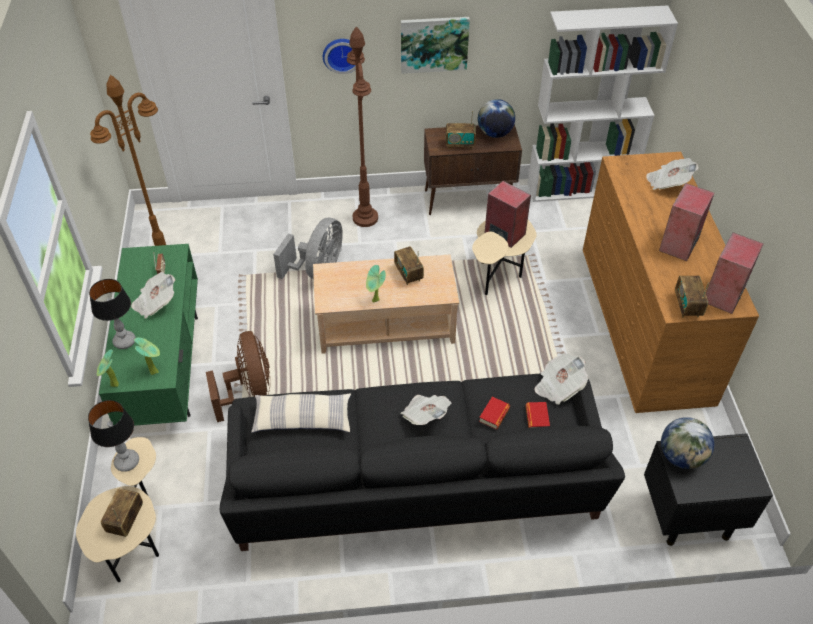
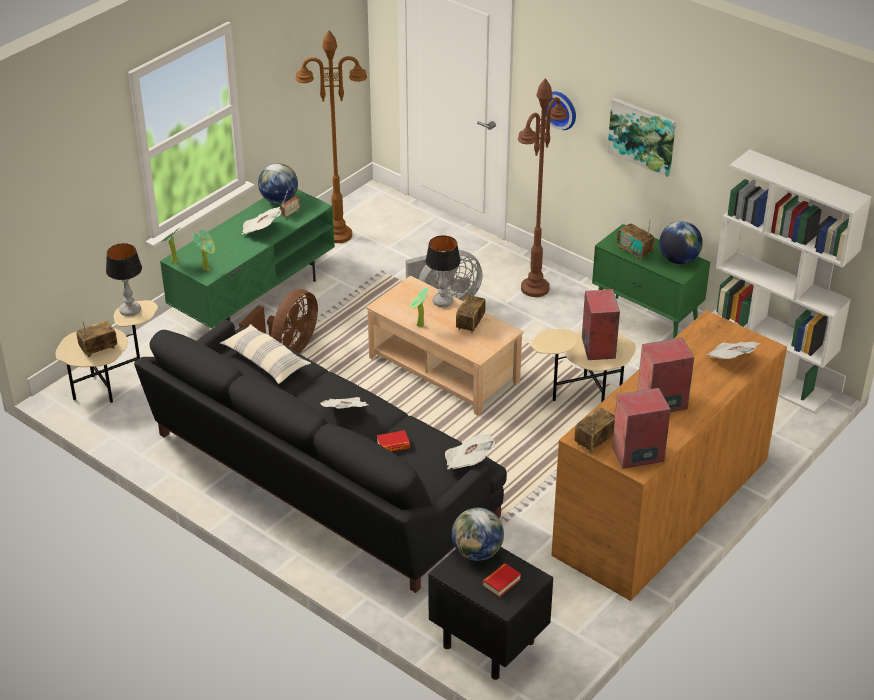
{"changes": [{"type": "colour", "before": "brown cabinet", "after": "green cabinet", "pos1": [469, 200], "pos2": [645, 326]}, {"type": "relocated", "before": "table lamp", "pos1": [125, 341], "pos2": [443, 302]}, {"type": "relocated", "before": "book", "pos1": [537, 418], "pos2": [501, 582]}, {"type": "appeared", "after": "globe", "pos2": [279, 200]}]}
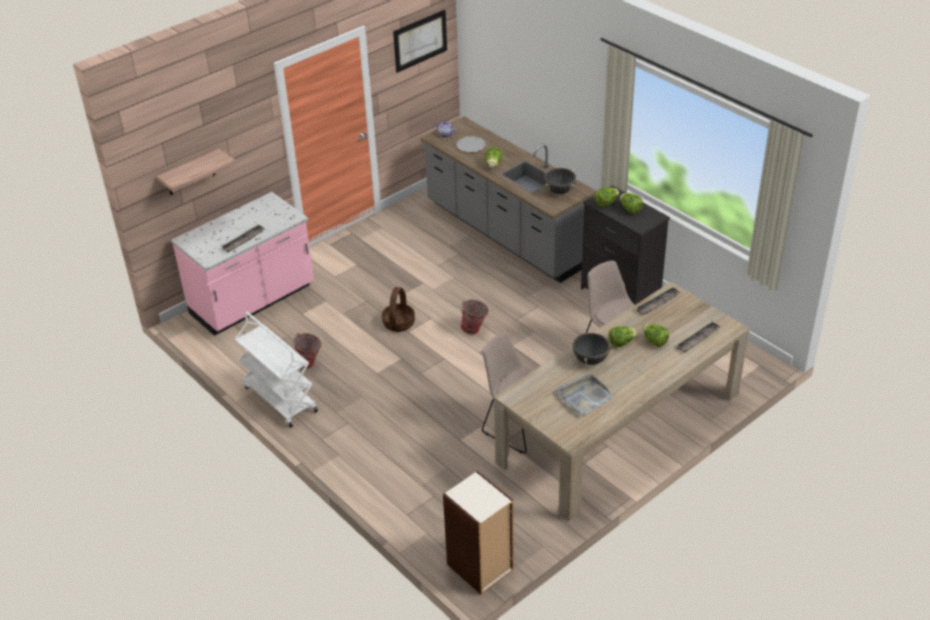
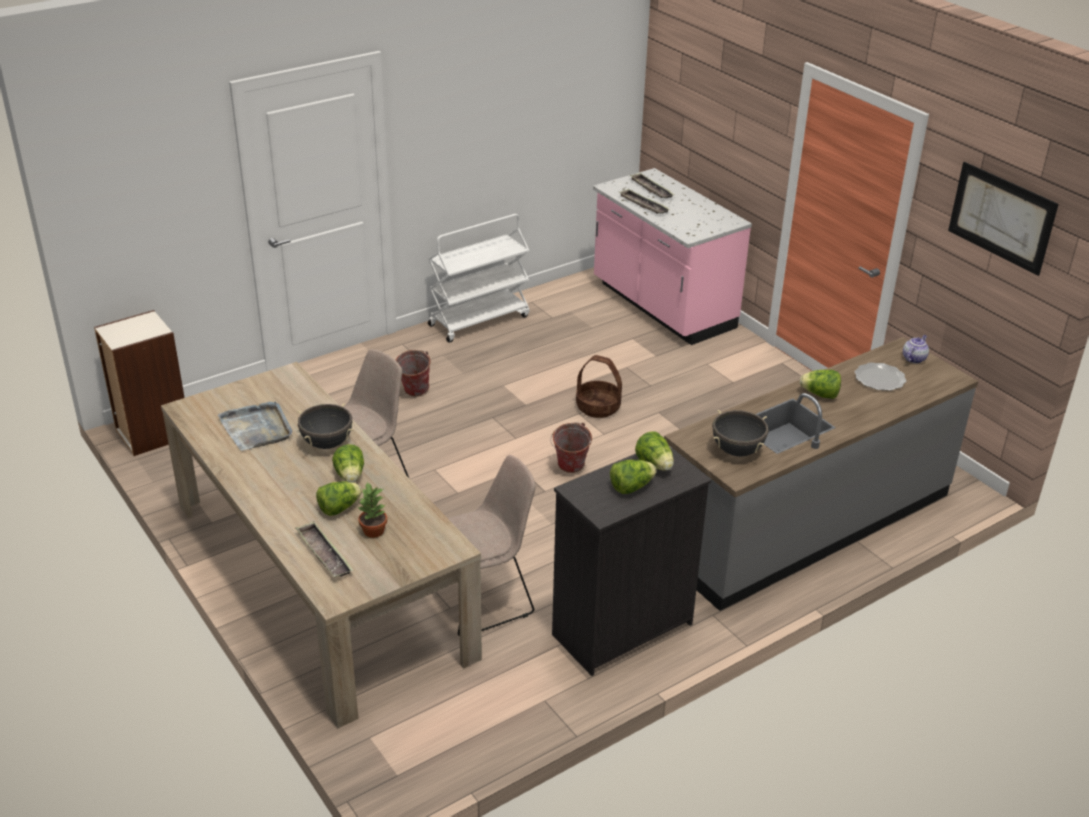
{"changes": [{"type": "missing", "before": "shelf", "pos1": [190, 173]}, {"type": "relocated", "before": "tray", "pos1": [657, 303], "pos2": [651, 189]}, {"type": "relocated", "before": "bucket", "pos1": [309, 364], "pos2": [413, 393]}, {"type": "appeared", "after": "potted plant", "pos2": [373, 531]}]}
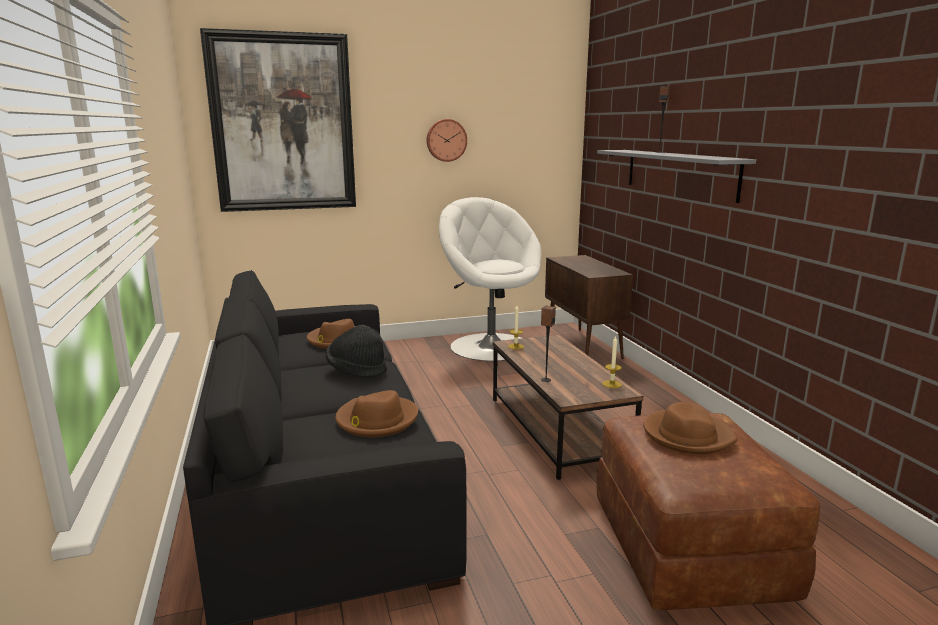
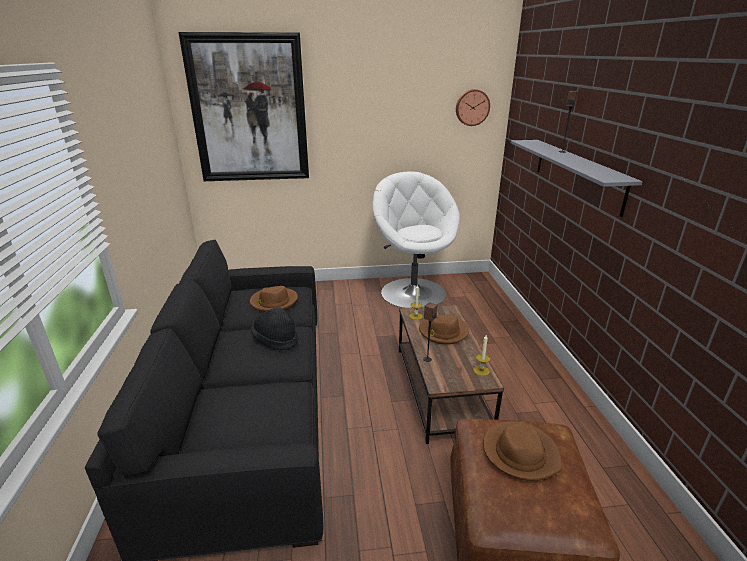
{"changes": [{"type": "relocated", "before": "wall clock", "pos1": [446, 140], "pos2": [472, 107]}, {"type": "missing", "before": "brown cabinet", "pos1": [583, 346]}, {"type": "relocated", "before": "brown hat", "pos1": [376, 420], "pos2": [443, 332]}]}
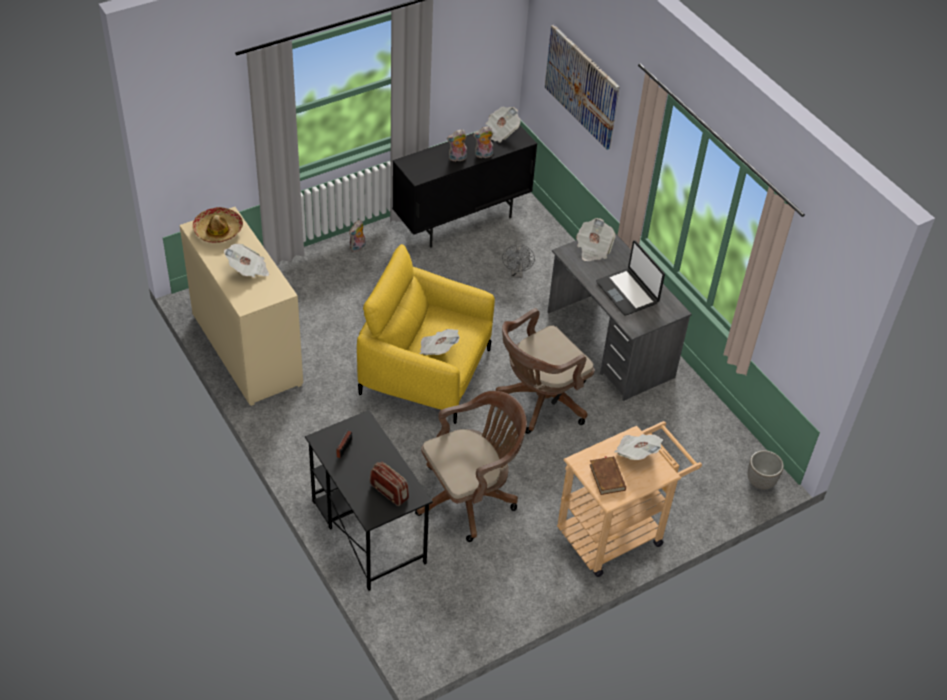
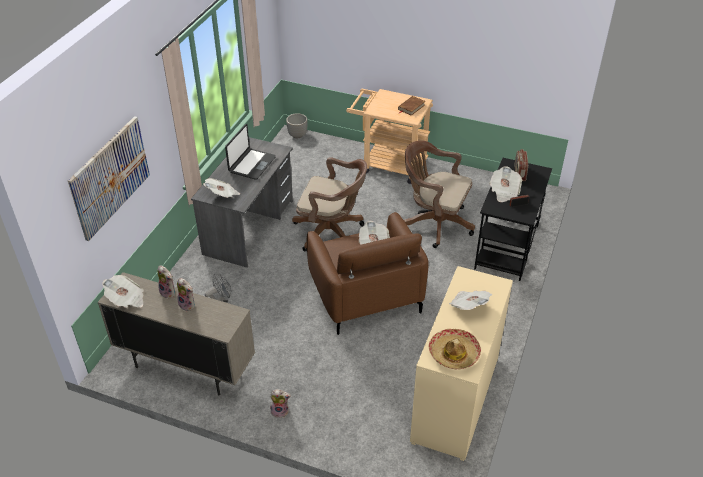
{"changes": [{"type": "colour", "before": "black cabinet", "after": "beige cabinet", "pos1": [462, 221], "pos2": [186, 367]}, {"type": "colour", "before": "yellow armchair", "after": "brown armchair", "pos1": [426, 372], "pos2": [365, 293]}, {"type": "relocated", "before": "newspaper", "pos1": [636, 453], "pos2": [504, 192]}]}
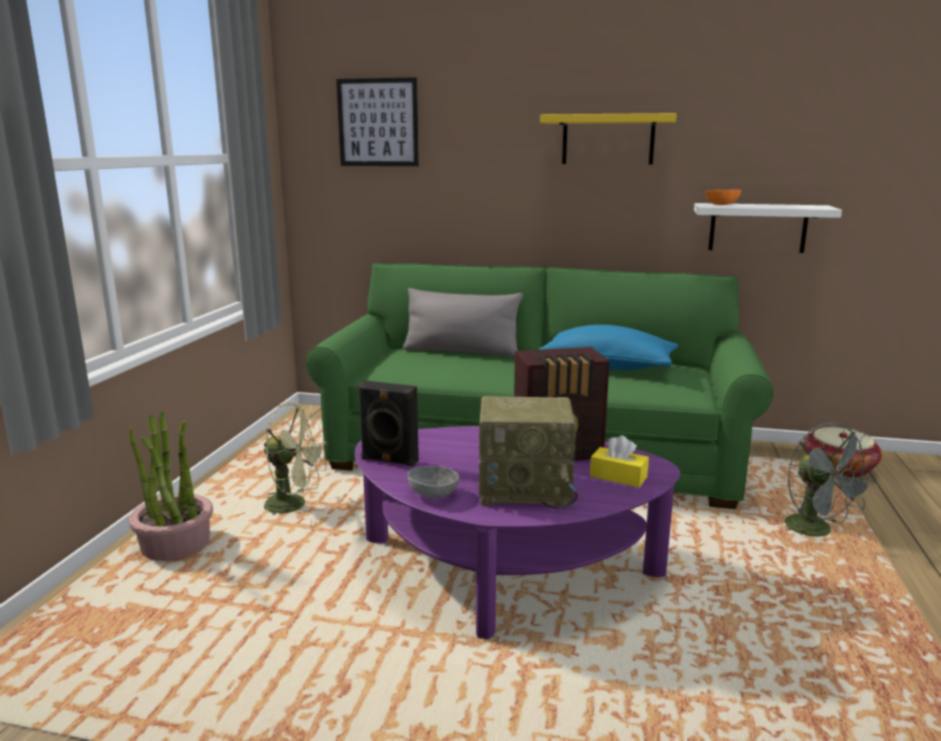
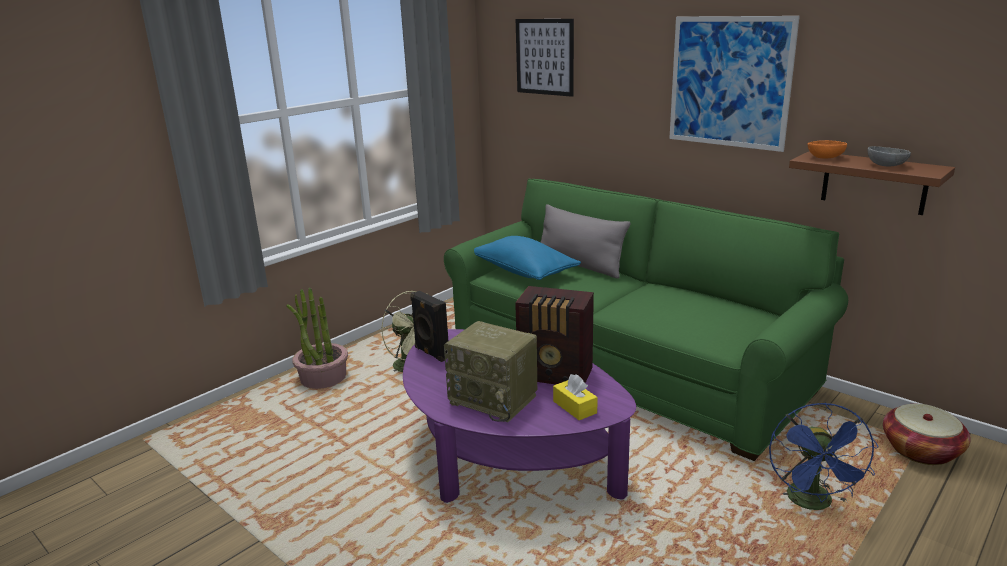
{"changes": [{"type": "exchanged", "before": "yellow shelf", "after": "picture", "pos1": [608, 140], "pos2": [729, 82]}, {"type": "colour", "before": "white shelf", "after": "brown shelf", "pos1": [757, 228], "pos2": [874, 182]}, {"type": "relocated", "before": "blue pillow", "pos1": [608, 366], "pos2": [524, 272]}, {"type": "colour", "before": "grey fan", "after": "blue fan", "pos1": [817, 531], "pos2": [813, 504]}, {"type": "relocated", "before": "grey bowl", "pos1": [433, 494], "pos2": [886, 165]}]}
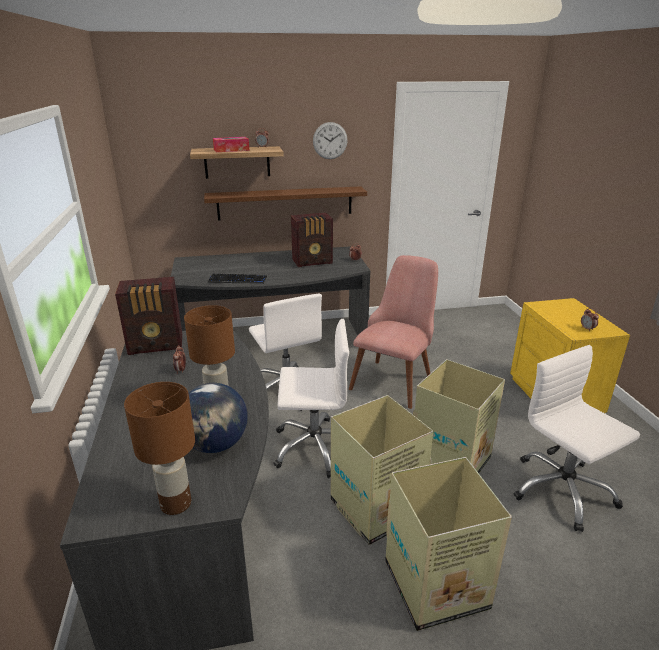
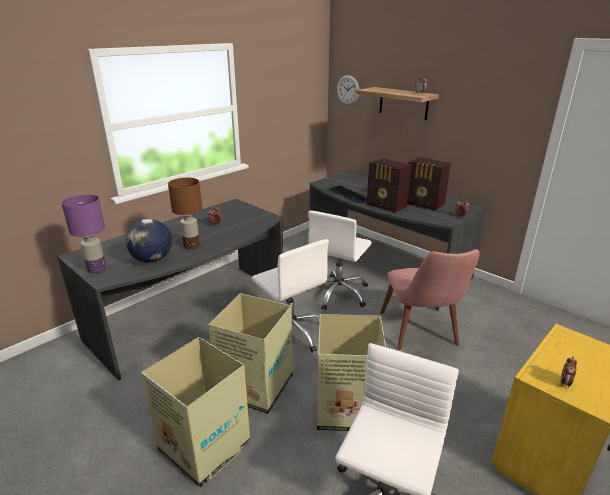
{"changes": [{"type": "relocated", "before": "wall clock", "pos1": [330, 140], "pos2": [348, 90]}, {"type": "missing", "before": "tissue box", "pos1": [231, 150]}, {"type": "missing", "before": "brown shelf", "pos1": [285, 203]}, {"type": "spun", "before": "pink chair", "pos1": [395, 377], "pos2": [422, 334], "turn": 90}, {"type": "relocated", "before": "radio", "pos1": [157, 345], "pos2": [386, 206]}, {"type": "colour", "before": "brown table lamp", "after": "purple table lamp", "pos1": [175, 504], "pos2": [96, 269]}]}
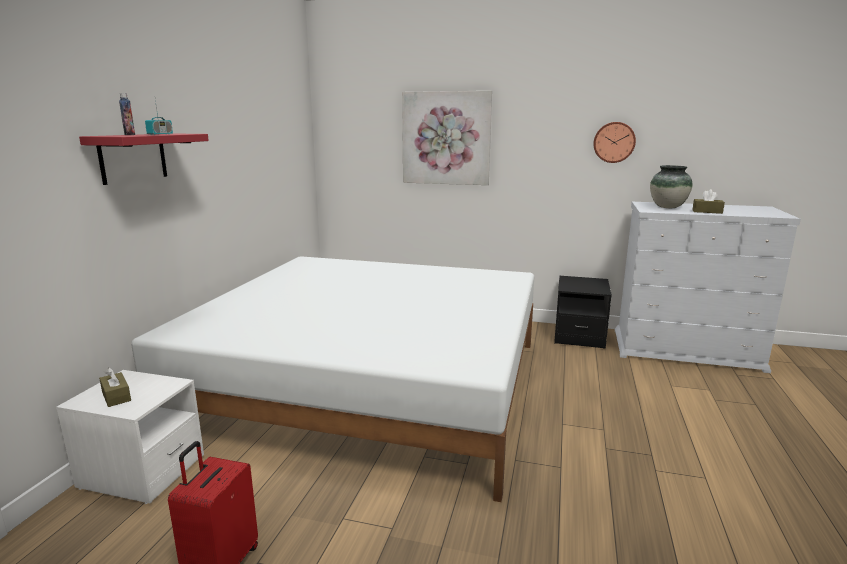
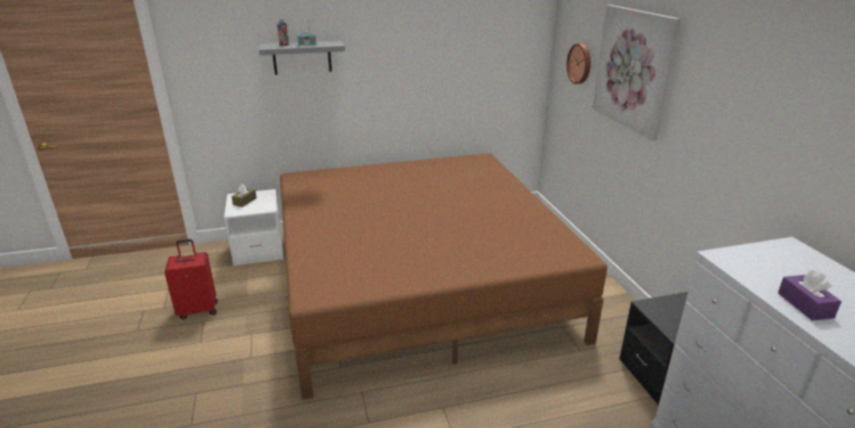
{"changes": [{"type": "relocated", "before": "wall clock", "pos1": [614, 142], "pos2": [580, 63]}, {"type": "colour", "before": "red shelf", "after": "grey shelf", "pos1": [133, 157], "pos2": [302, 57]}, {"type": "missing", "before": "vase", "pos1": [668, 207]}, {"type": "colour", "before": "brown tissue box", "after": "purple tissue box", "pos1": [707, 211], "pos2": [805, 305]}, {"type": "colour", "before": "white bed", "after": "brown bed", "pos1": [371, 383], "pos2": [419, 280]}]}
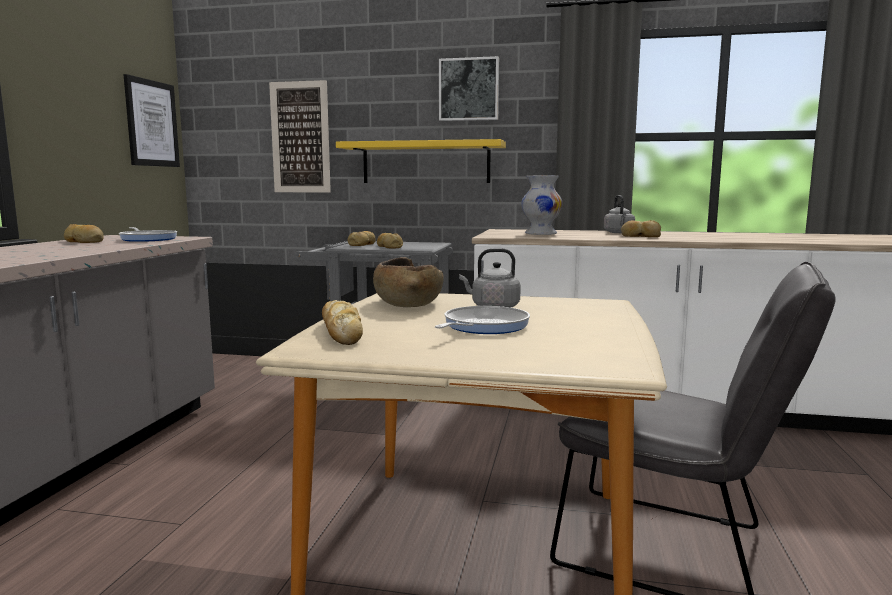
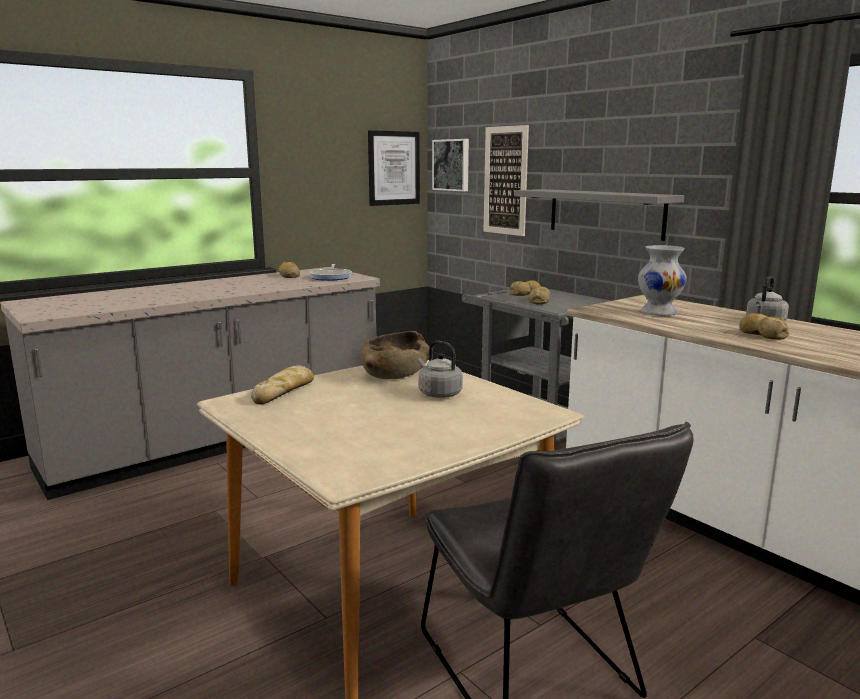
{"changes": [{"type": "relocated", "before": "picture", "pos1": [469, 89], "pos2": [452, 165]}, {"type": "colour", "before": "yellow shelf", "after": "grey shelf", "pos1": [426, 163], "pos2": [605, 213]}, {"type": "missing", "before": "frying pan", "pos1": [483, 326]}]}
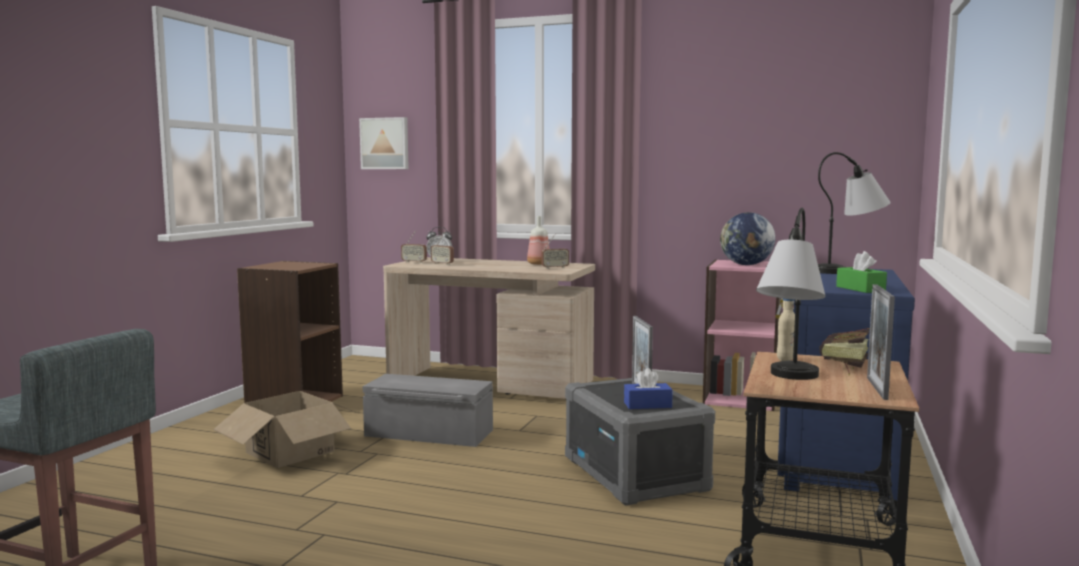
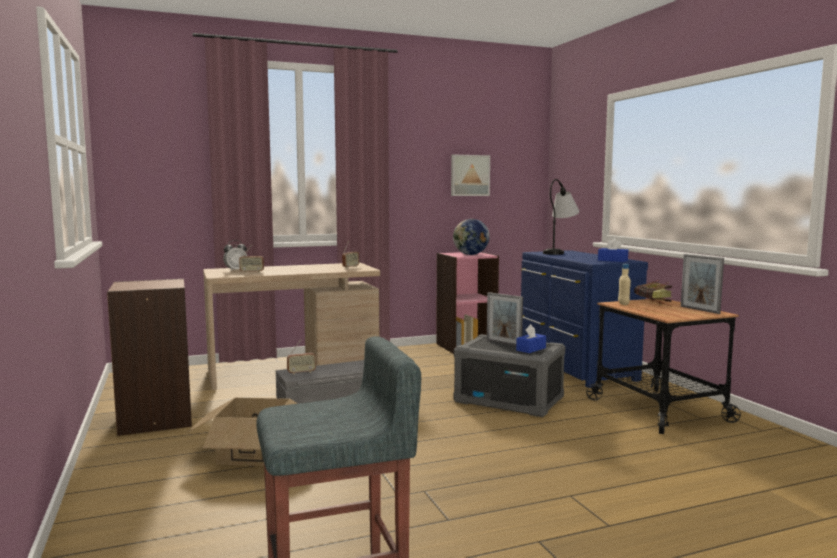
{"changes": [{"type": "relocated", "before": "picture", "pos1": [385, 143], "pos2": [469, 175]}, {"type": "missing", "before": "table lamp", "pos1": [788, 381]}, {"type": "missing", "before": "bottle", "pos1": [538, 264]}, {"type": "relocated", "before": "radio", "pos1": [414, 262], "pos2": [301, 373]}, {"type": "colour", "before": "green tissue box", "after": "blue tissue box", "pos1": [860, 289], "pos2": [612, 260]}]}
